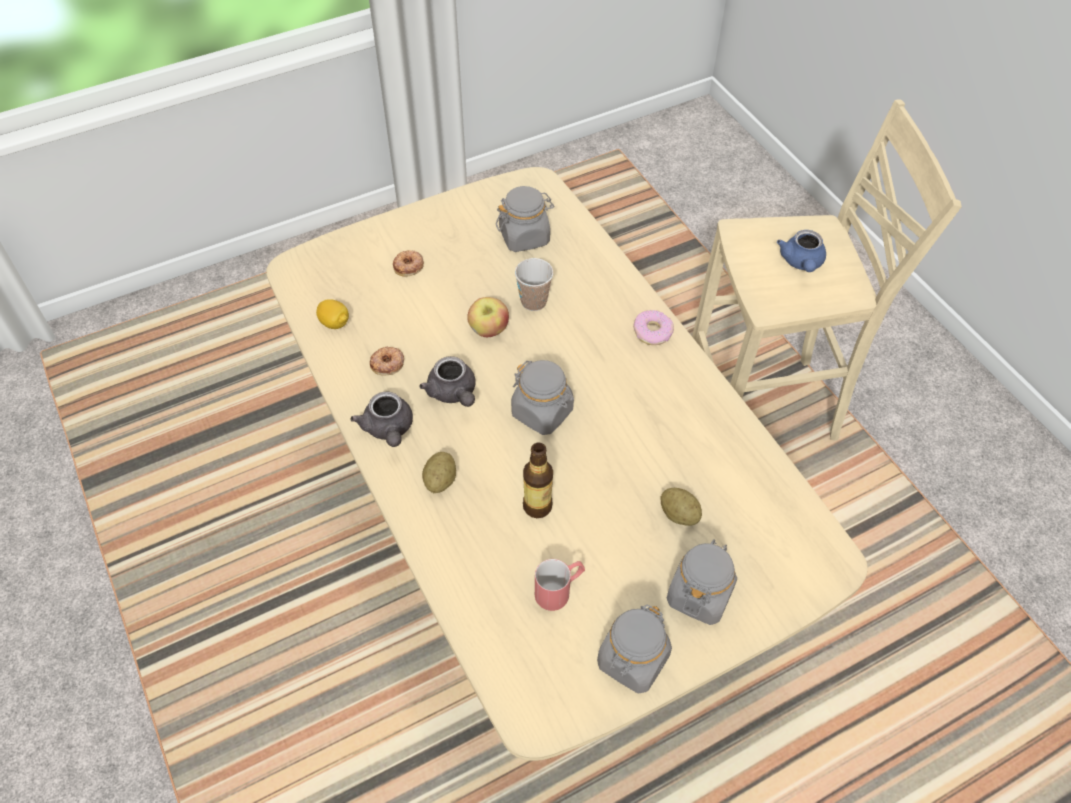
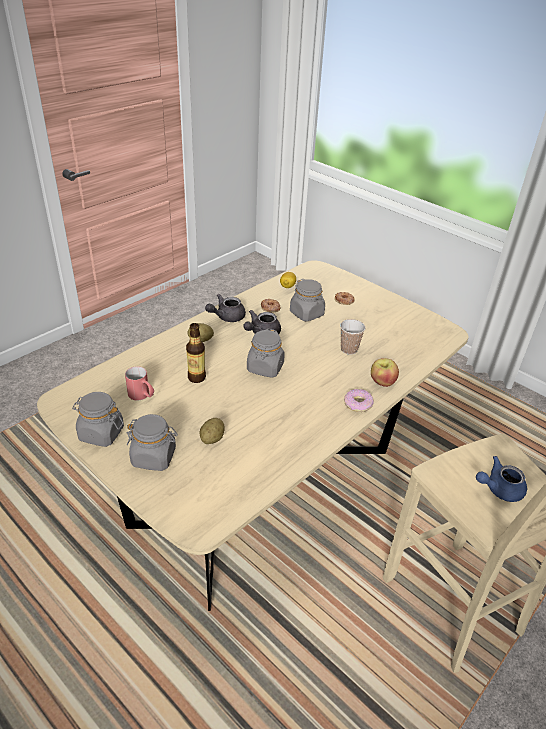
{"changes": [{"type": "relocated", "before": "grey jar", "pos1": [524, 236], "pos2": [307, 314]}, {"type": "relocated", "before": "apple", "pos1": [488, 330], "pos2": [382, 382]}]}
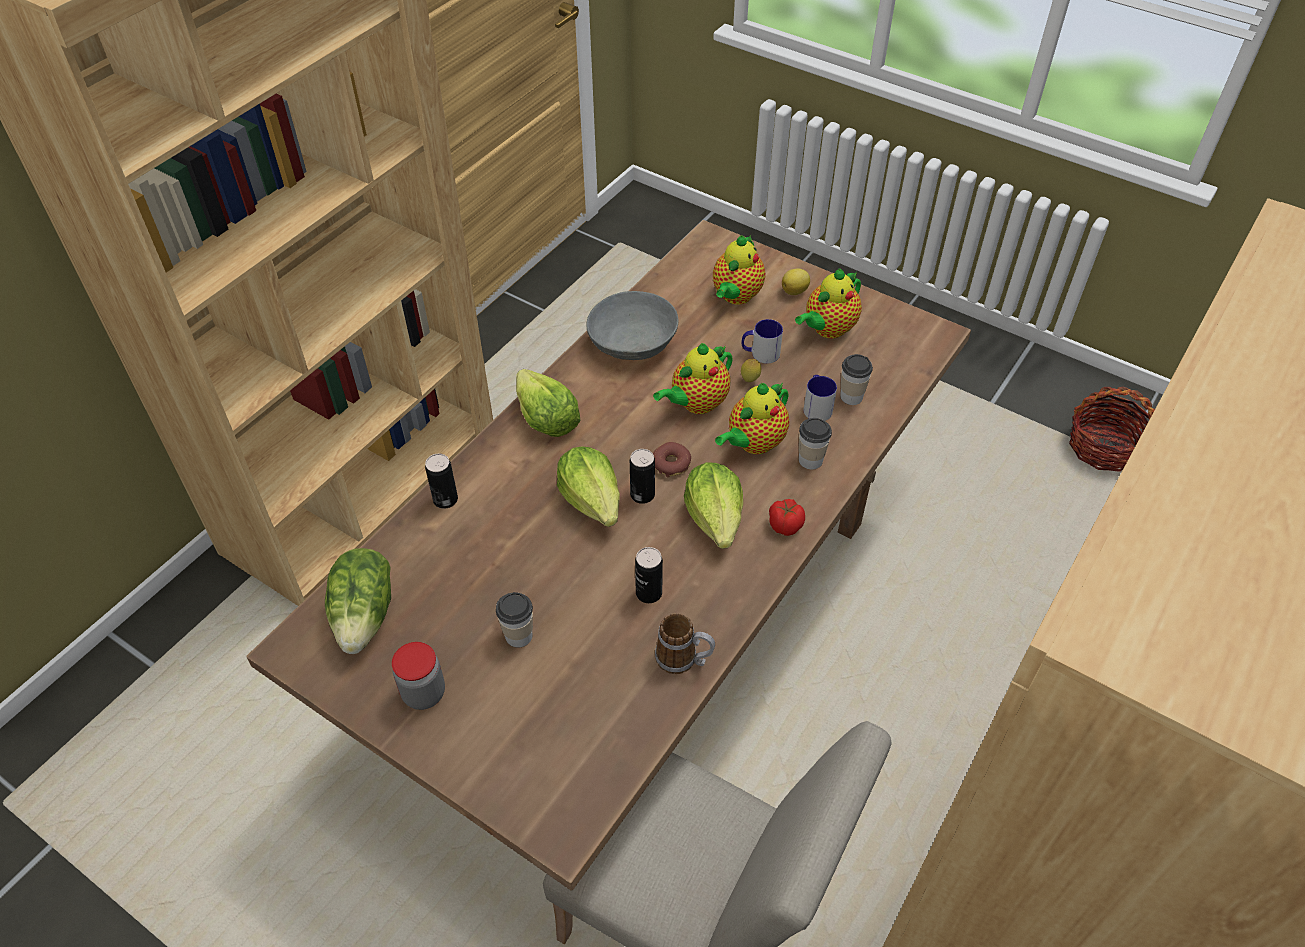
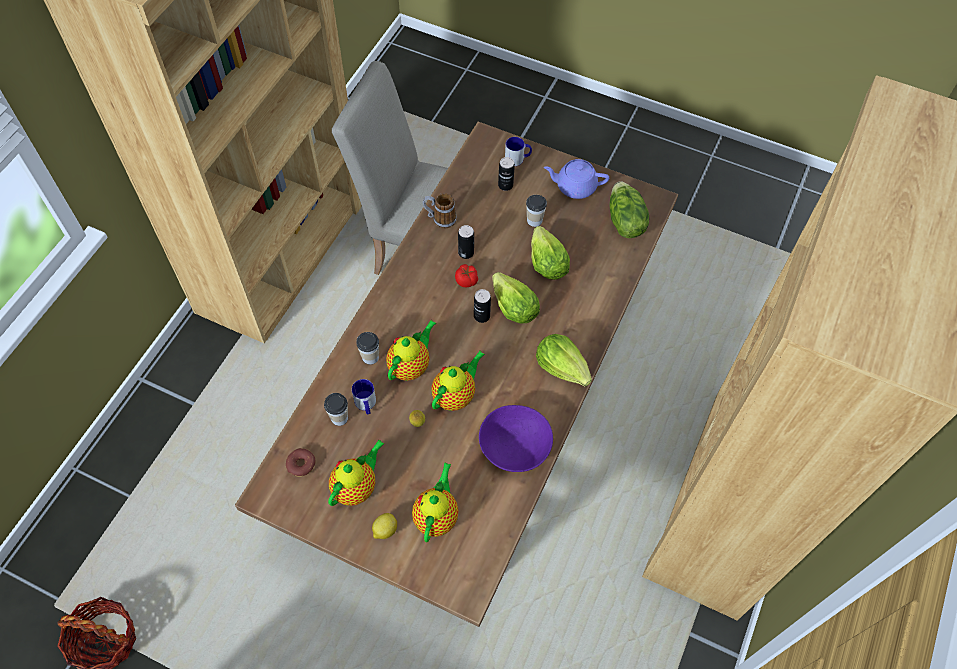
{"changes": [{"type": "colour", "before": "grey bowl", "after": "purple bowl", "pos1": [633, 344], "pos2": [514, 448]}, {"type": "relocated", "before": "mug", "pos1": [760, 353], "pos2": [517, 158]}, {"type": "relocated", "before": "donut", "pos1": [671, 463], "pos2": [301, 464]}, {"type": "relocated", "before": "can", "pos1": [445, 499], "pos2": [505, 185]}, {"type": "relocated", "before": "lettuce", "pos1": [715, 519], "pos2": [546, 263]}, {"type": "relocated", "before": "tomato", "pos1": [784, 525], "pos2": [467, 281]}, {"type": "exchanged", "before": "jar", "after": "purple teapot", "pos1": [424, 693], "pos2": [575, 186]}]}
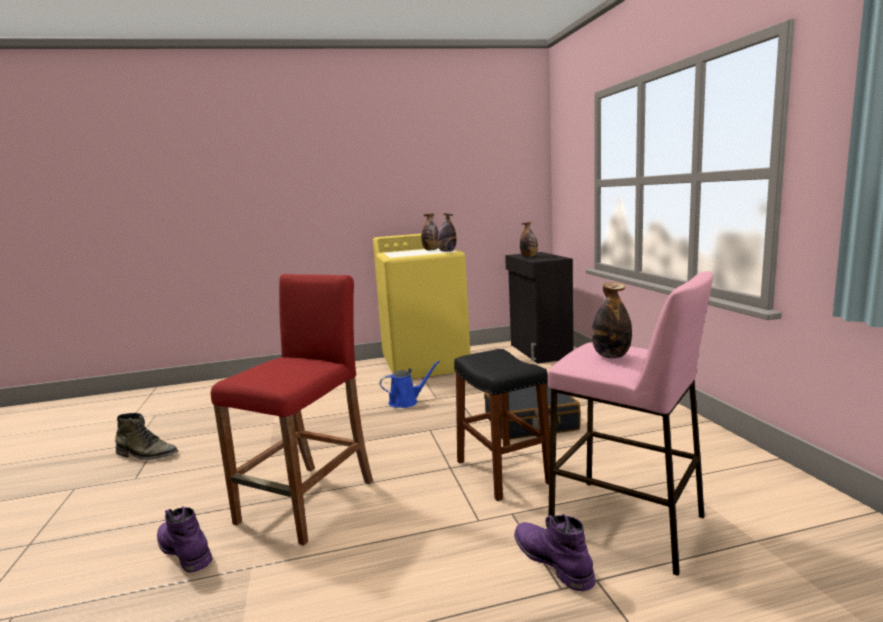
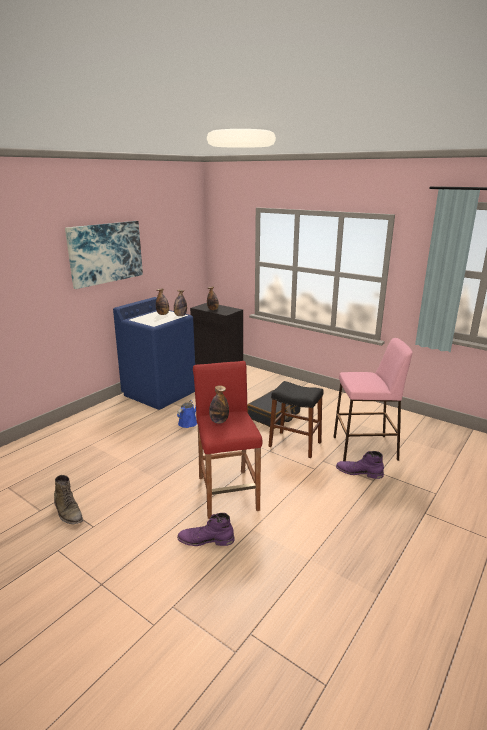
{"changes": [{"type": "colour", "before": "yellow washing machine", "after": "blue washing machine", "pos1": [426, 364], "pos2": [160, 393]}, {"type": "relocated", "before": "bottle", "pos1": [611, 356], "pos2": [219, 421]}, {"type": "spun", "before": "green boot", "pos1": [147, 455], "pos2": [68, 512], "turn": 75}, {"type": "appeared", "after": "picture", "pos2": [105, 253]}]}
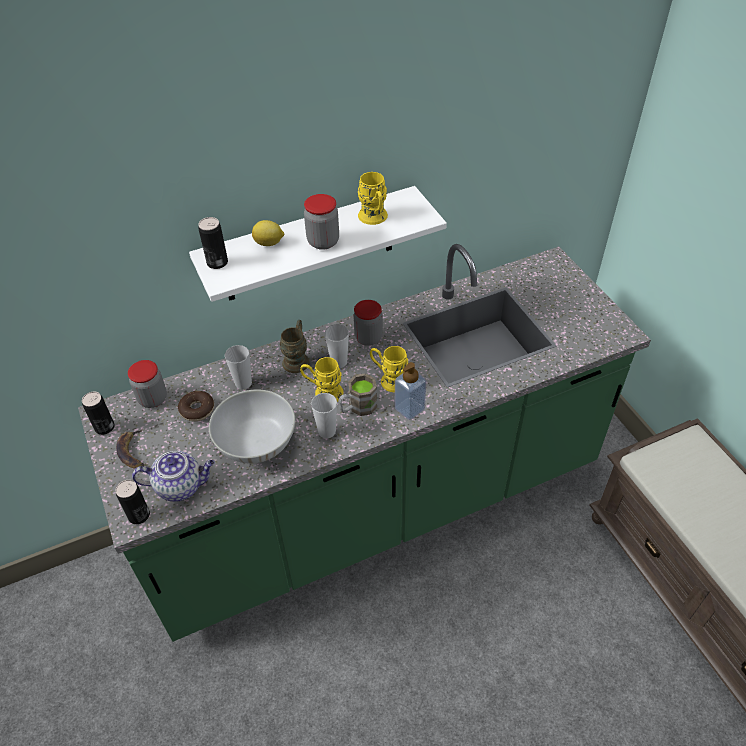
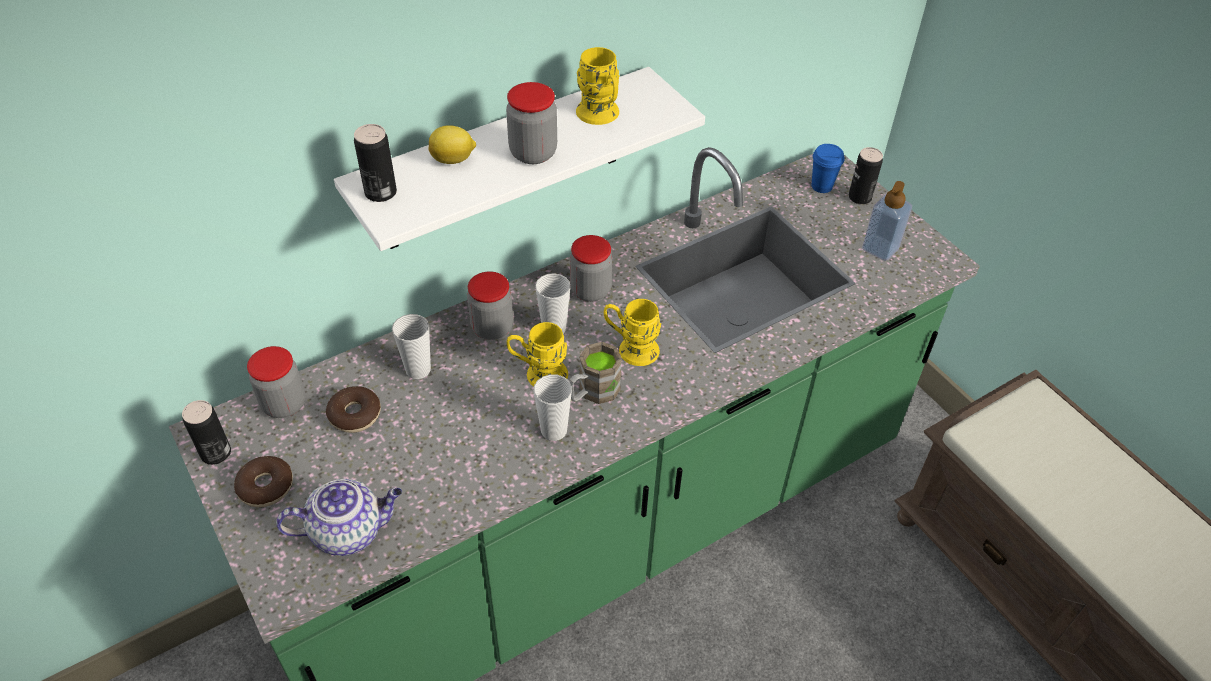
{"changes": [{"type": "exchanged", "before": "brown mug", "after": "jar", "pos1": [297, 358], "pos2": [492, 328]}, {"type": "relocated", "before": "soap dispenser", "pos1": [409, 408], "pos2": [880, 248]}, {"type": "missing", "before": "white bowl", "pos1": [257, 444]}, {"type": "exchanged", "before": "banana", "after": "donut", "pos1": [133, 452], "pos2": [266, 487]}, {"type": "relocated", "before": "can", "pos1": [139, 515], "pos2": [860, 197]}, {"type": "appeared", "after": "blue cup", "pos2": [821, 186]}]}
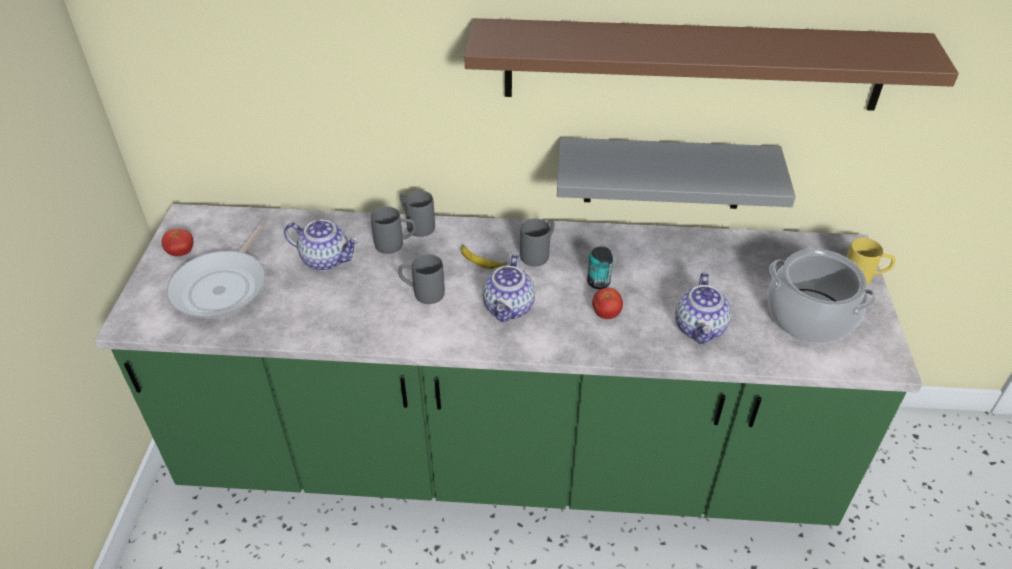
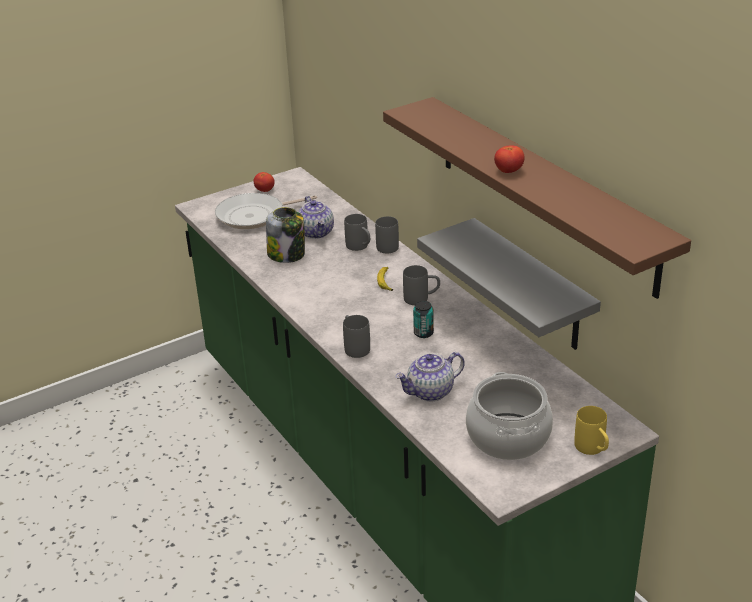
{"changes": [{"type": "relocated", "before": "grey mug", "pos1": [422, 293], "pos2": [354, 347]}, {"type": "missing", "before": "teapot", "pos1": [510, 308]}, {"type": "relocated", "before": "tomato", "pos1": [606, 314], "pos2": [508, 171]}, {"type": "appeared", "after": "jar", "pos2": [287, 254]}]}
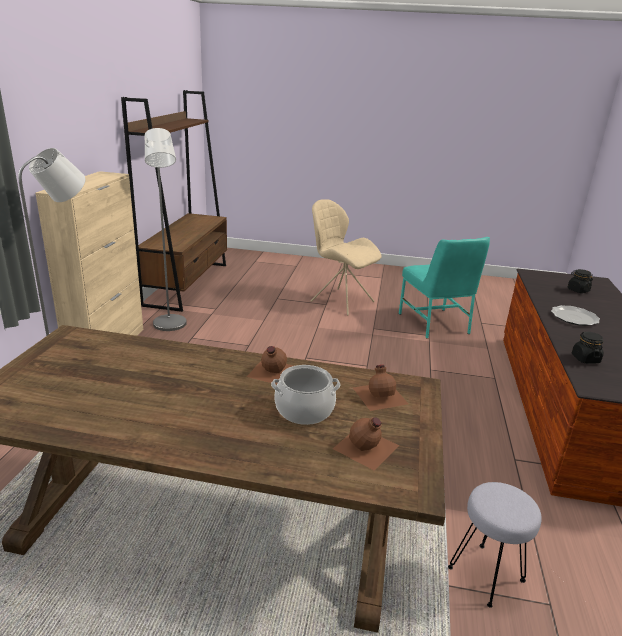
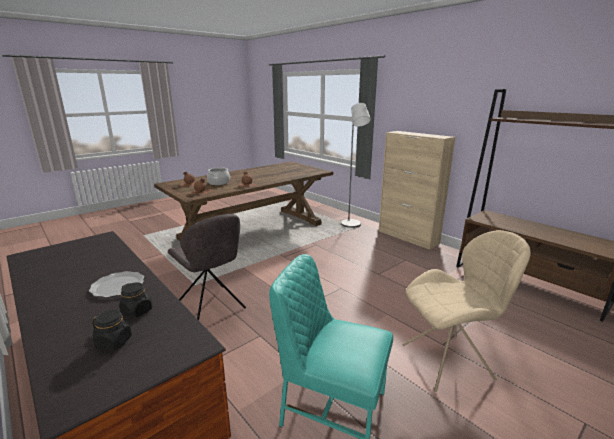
{"changes": [{"type": "missing", "before": "grey floor lamp", "pos1": [170, 326]}, {"type": "relocated", "before": "black jar", "pos1": [585, 359], "pos2": [137, 311]}, {"type": "missing", "before": "grey stool", "pos1": [486, 575]}, {"type": "appeared", "after": "grey chair", "pos2": [211, 307]}]}
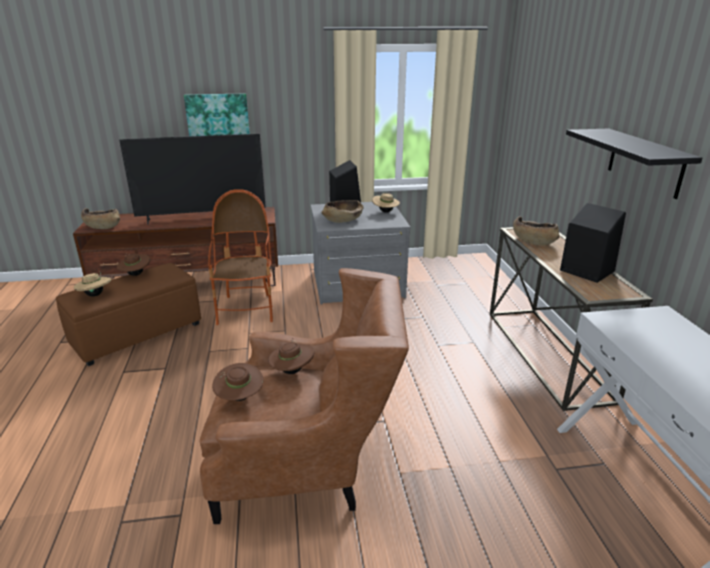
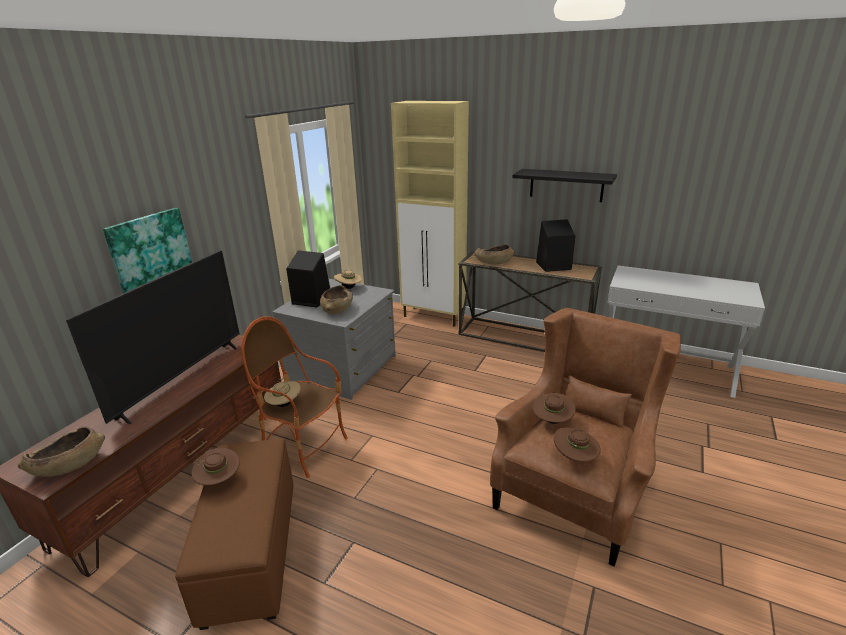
{"changes": [{"type": "relocated", "before": "beige hat", "pos1": [95, 295], "pos2": [284, 404]}, {"type": "appeared", "after": "beige cabinet", "pos2": [434, 317]}]}
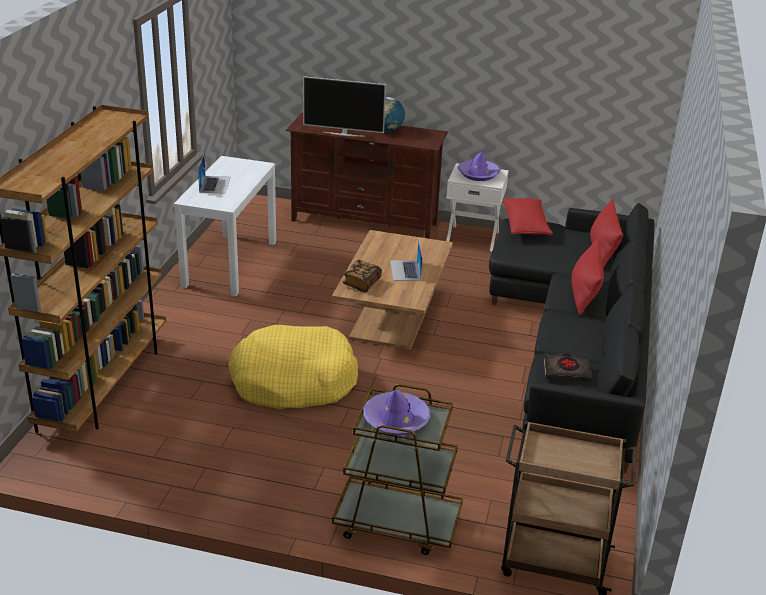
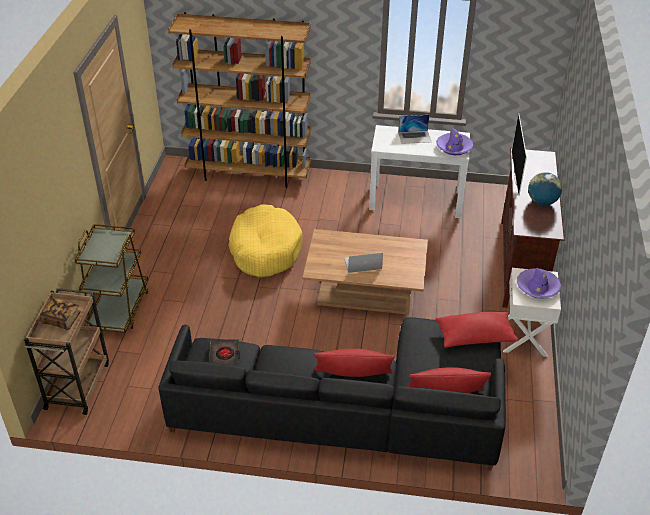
{"changes": [{"type": "relocated", "before": "book", "pos1": [361, 283], "pos2": [62, 320]}, {"type": "relocated", "before": "purple hat", "pos1": [396, 419], "pos2": [454, 147]}]}
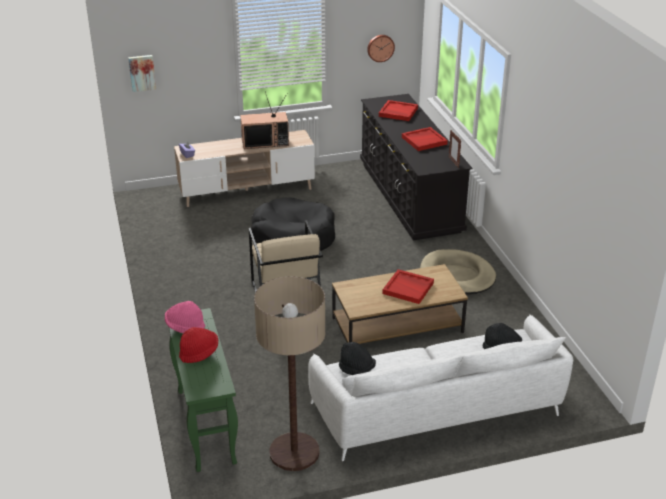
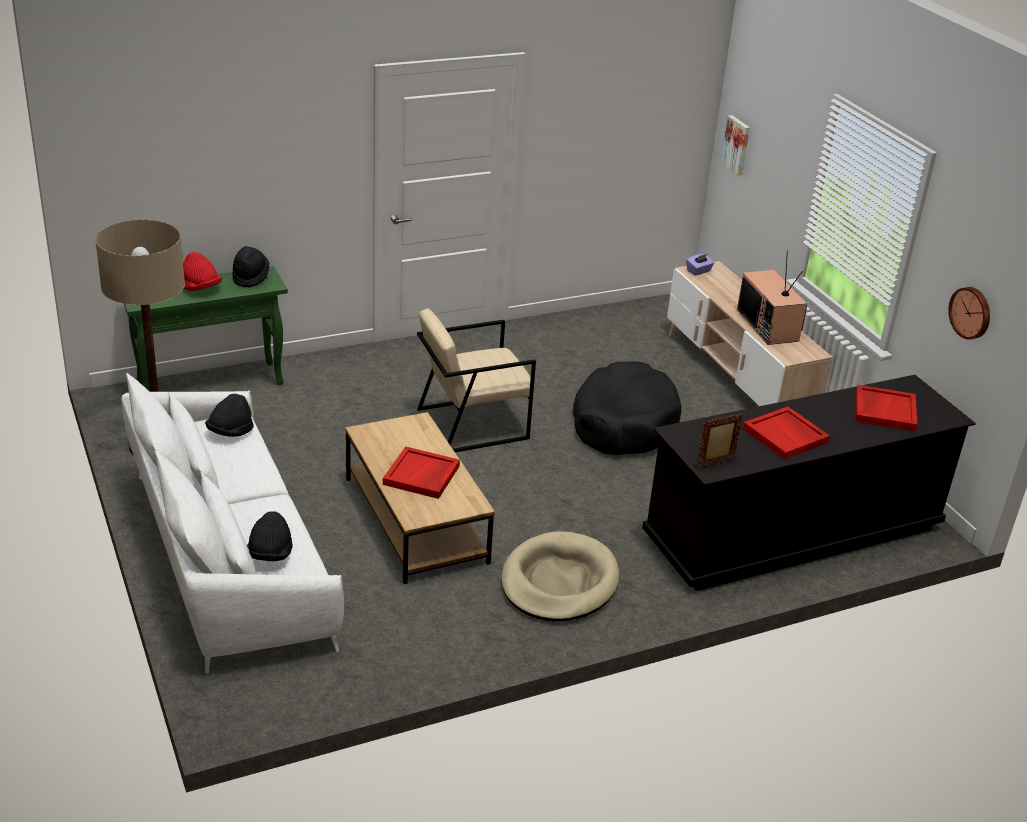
{"changes": [{"type": "colour", "before": "pink hat", "after": "black hat", "pos1": [185, 326], "pos2": [250, 277]}]}
